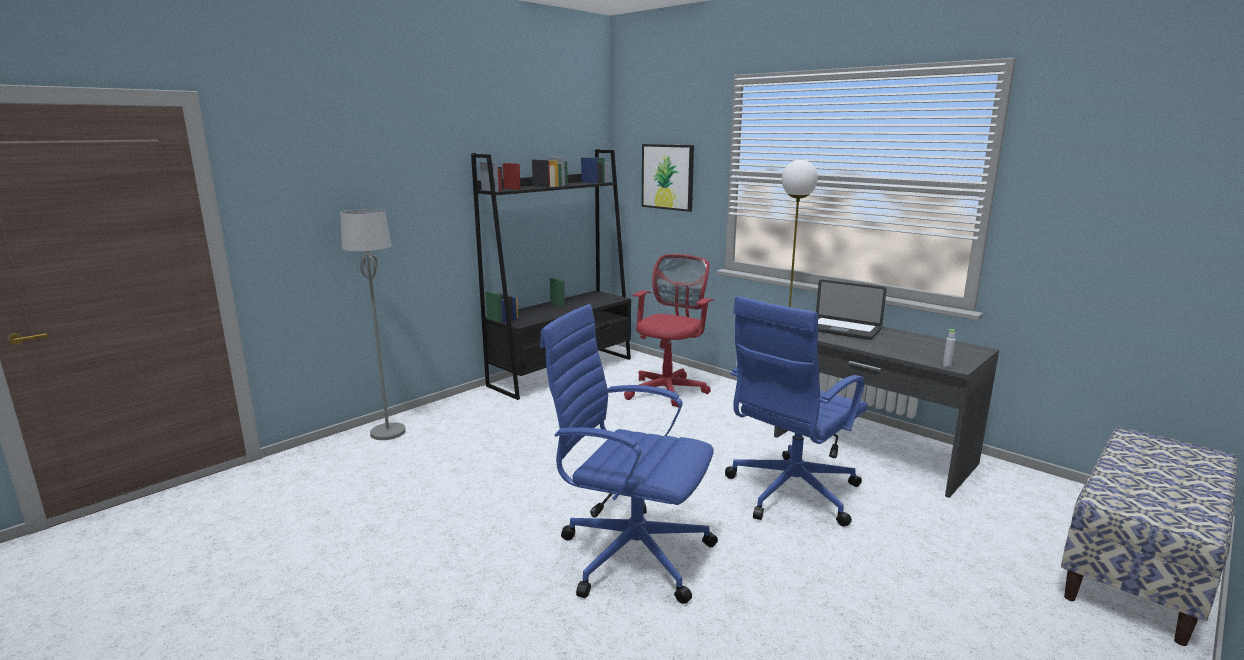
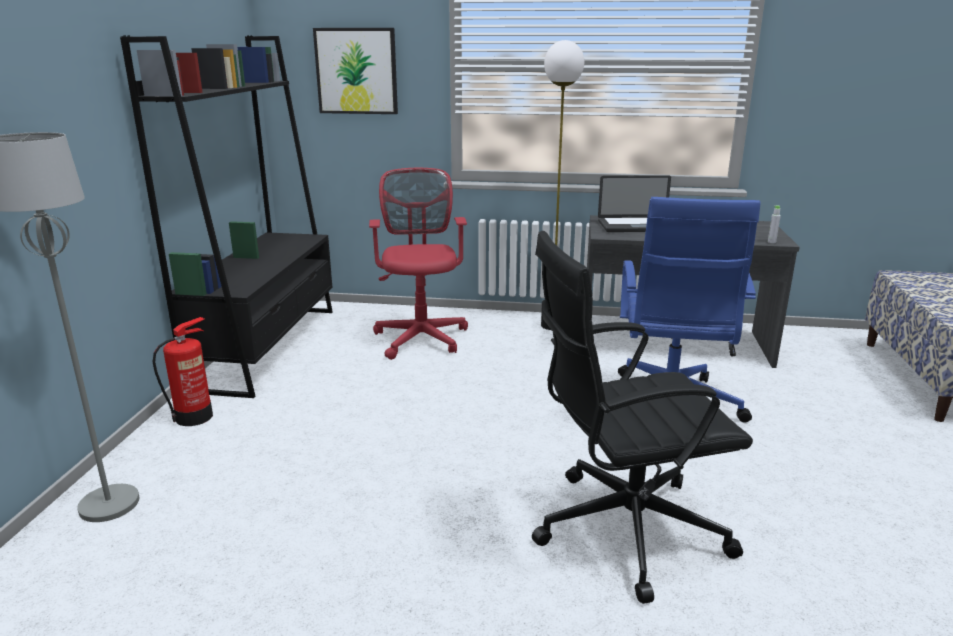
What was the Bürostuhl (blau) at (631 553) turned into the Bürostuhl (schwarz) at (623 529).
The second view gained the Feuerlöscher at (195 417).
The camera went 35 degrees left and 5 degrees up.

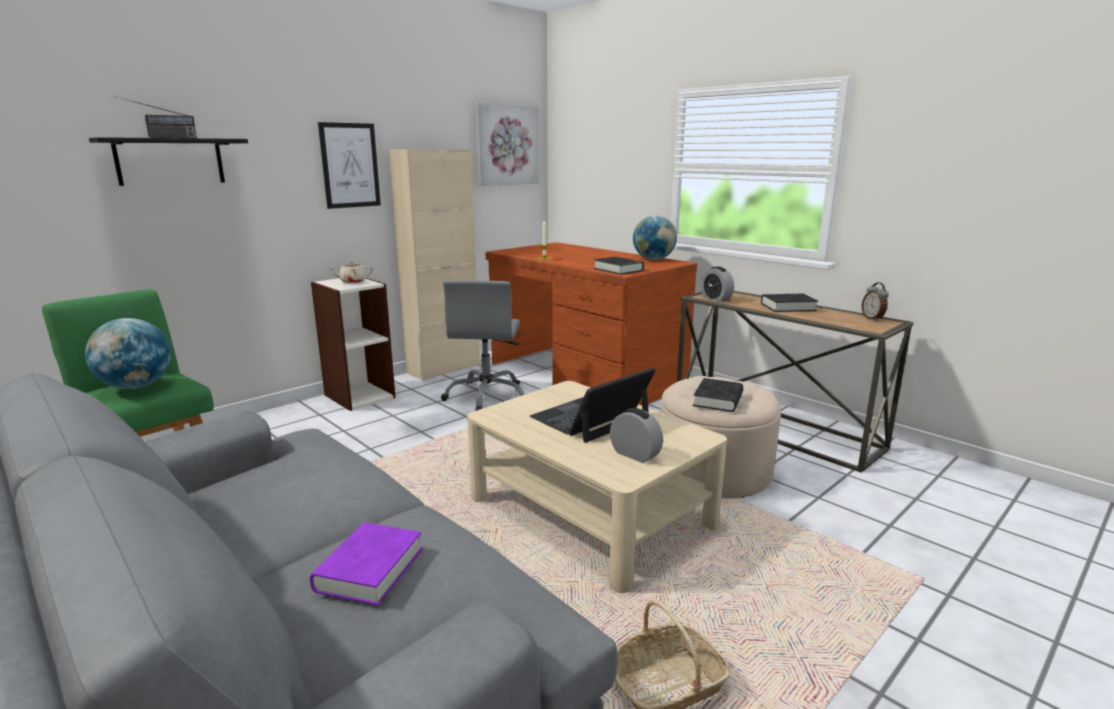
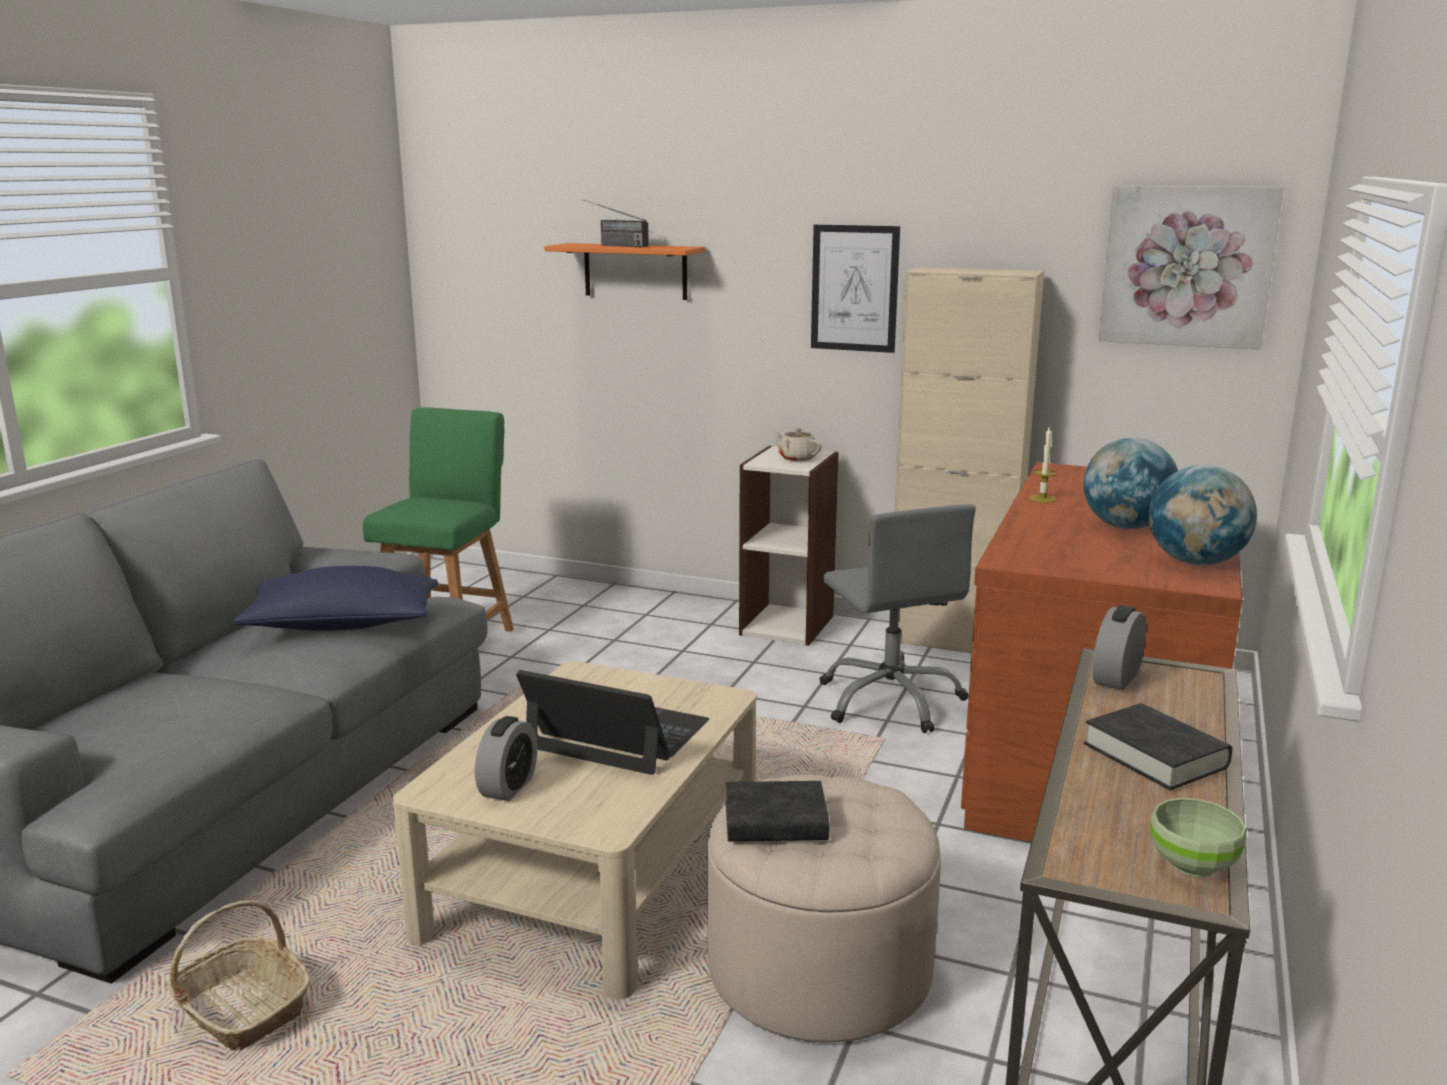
The Globus ended up elsewhere, having gone from (136 386) to (1126 527).
What was the Wandregal (schwarz) at (170 161) turned into the Wandregal (orange) at (635 271).
The second view lost the Buch (lila) at (369 569).
The Bürostuhl (grau) at (487 396) ended up facing another way, 90 degrees counterclockwise from before.
The second view lost the Buch (schwarz) at (618 269).
Where the Wecker stood at (873 318), the Schüssel (grün) came to stand at (1193 866).
The second view gained the Kissen (blau) at (342 626).
The camera went 65 degrees right and 0 degrees up.

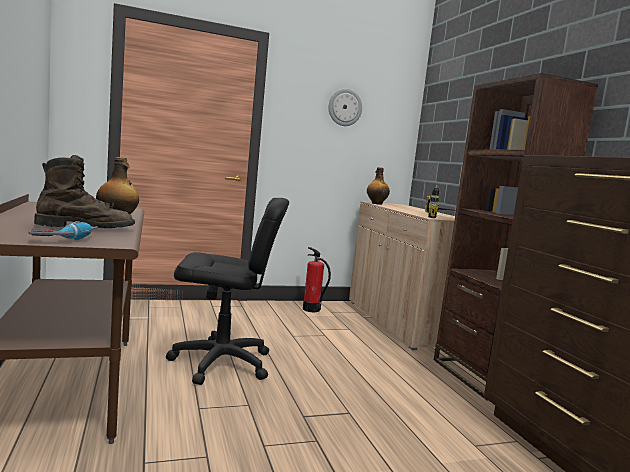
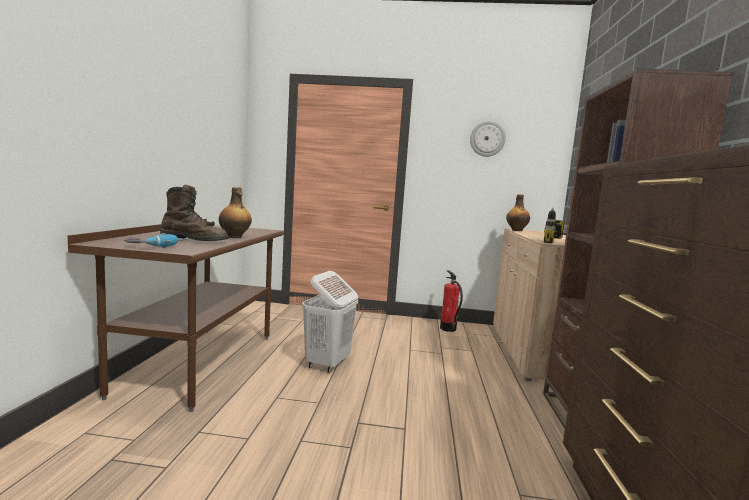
Where the Bürostuhl (schwarz) stood at (221 363), the Wäschekorb (weiß) came to stand at (327 364).
The camera went 25 degrees right and 0 degrees up.

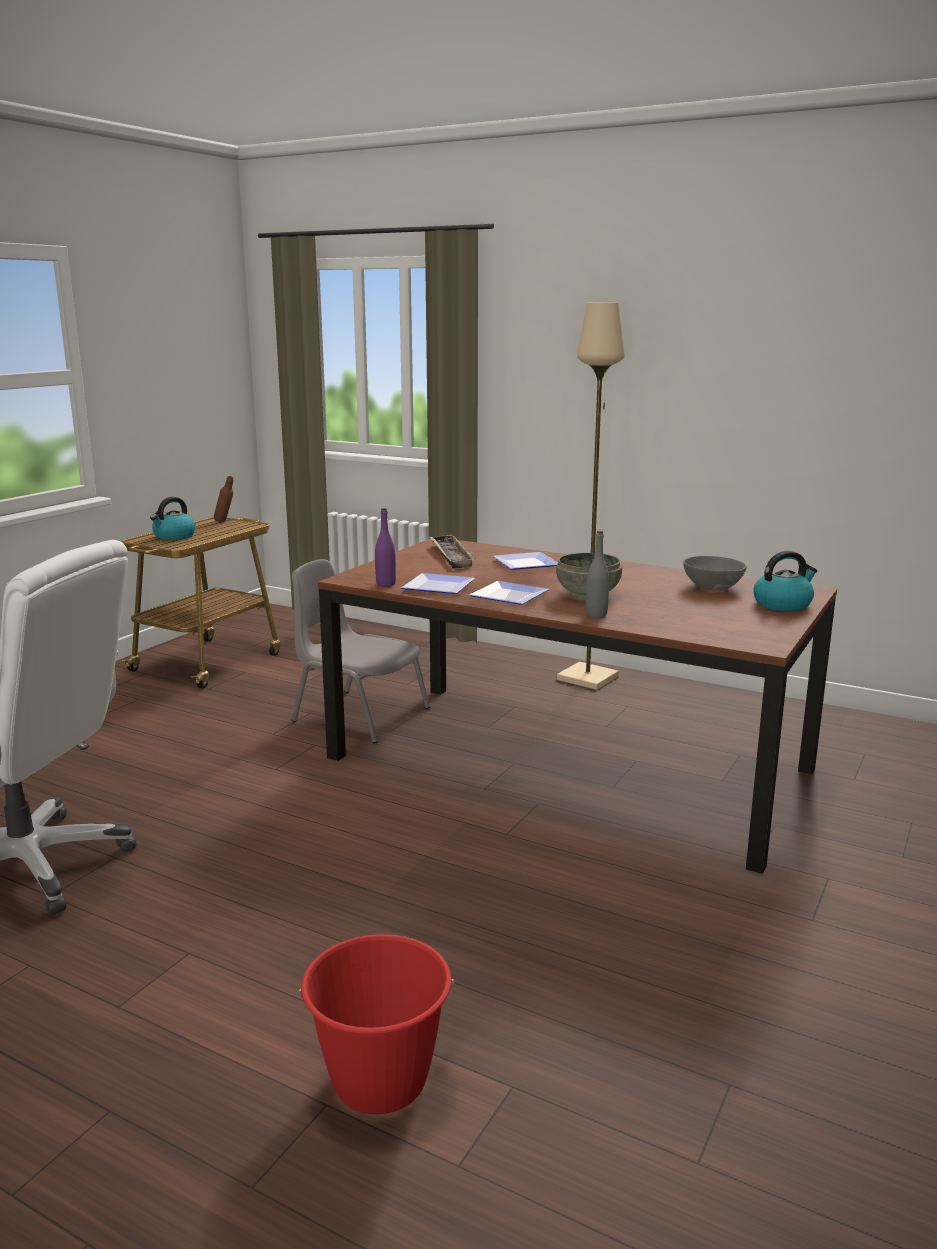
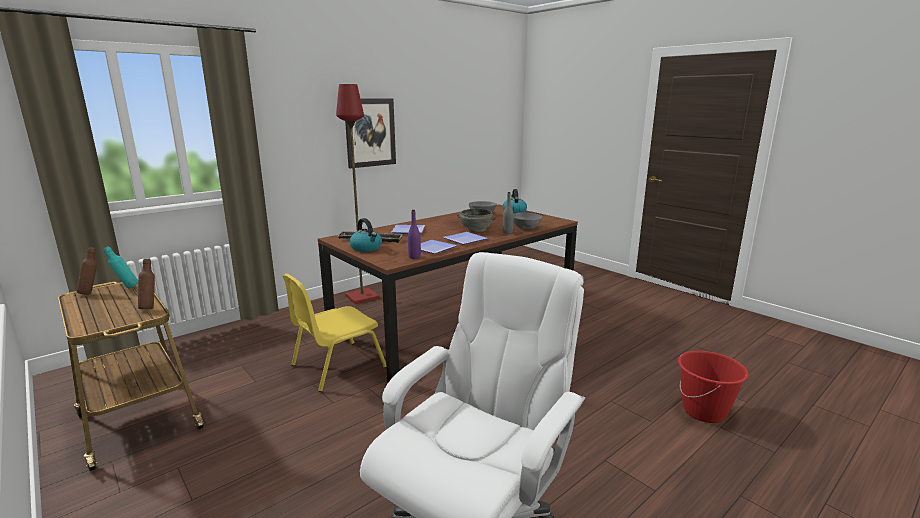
The Wasserkessel ended up elsewhere, having gone from (174 536) to (366 248).
What was the Stuhl (grau) at (359 714) turned into the Stuhl (gelb) at (336 366).
What was the Stehlampe (beige) at (589 678) turned into the Stehlampe (rot) at (362 297).
The second view gained the Flasche (türkis) at (126 288).
The second view gained the Flasche (braun) at (150 308).
The second view gained the Bild at (370 132).
The second view gained the Schüssel (grau) at (526 228).
The camera went 70 degrees left and 0 degrees up.

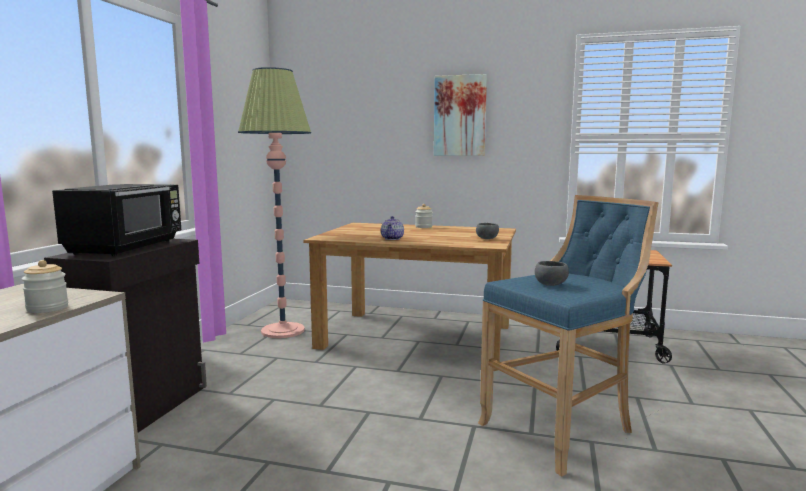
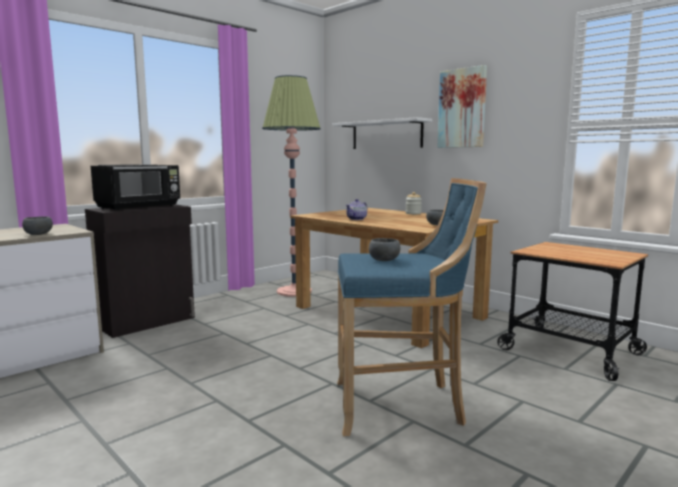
Where the Vorratsglas stood at (47 308), the Schüssel (grau) came to stand at (39 234).
The second view gained the Wandregal (weiß) at (386 135).
The camera went 30 degrees right and 0 degrees up.

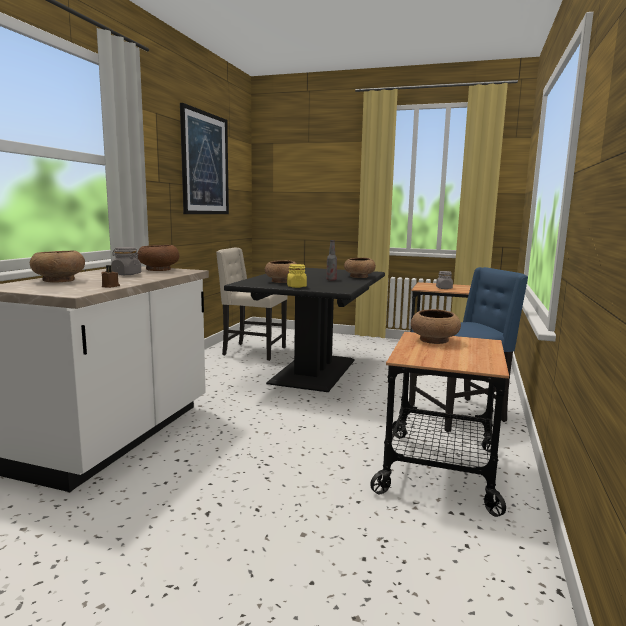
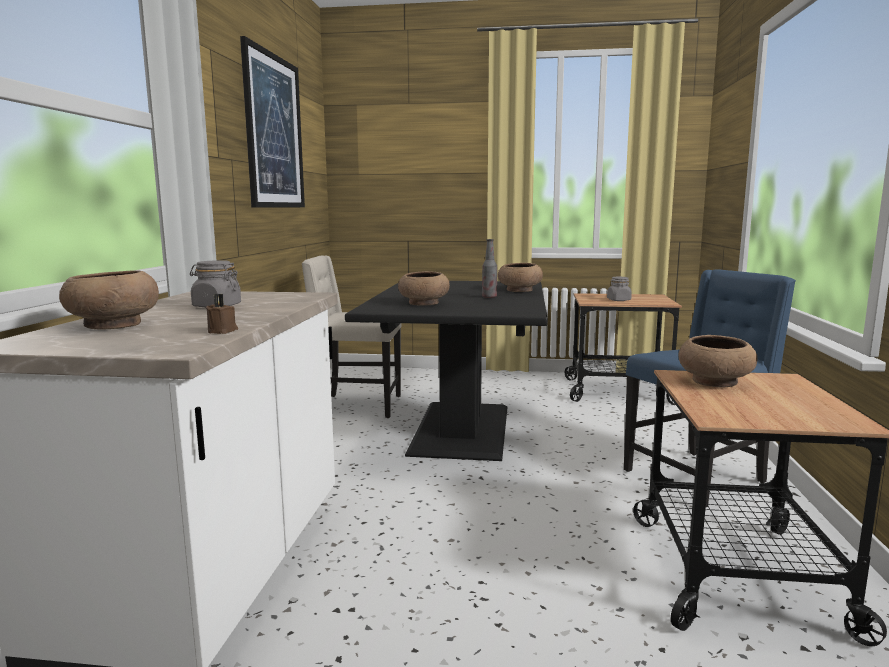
The second view lost the Schüssel (braun) at (158 269).
The second view lost the Vorratsglas (gelb) at (296 286).
The camera went 10 degrees left and 0 degrees up.

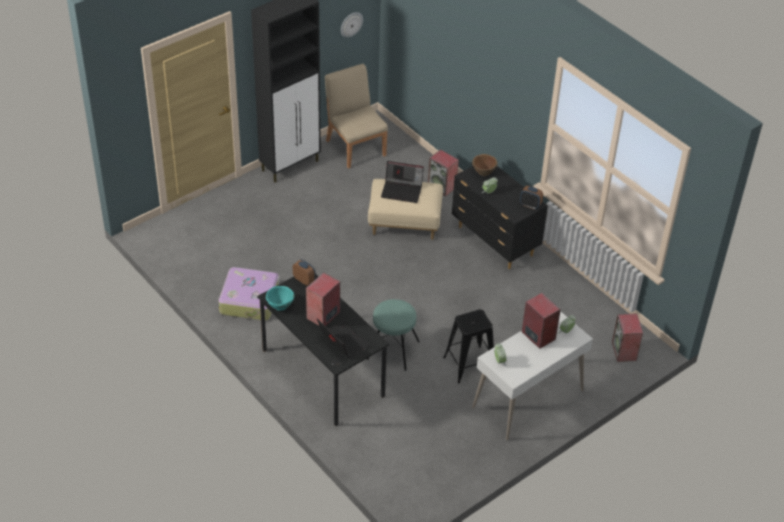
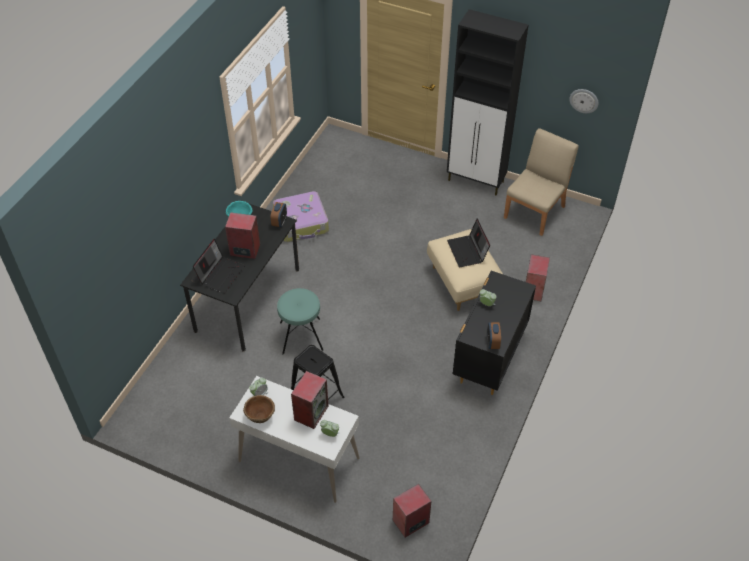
The Schüssel (braun) ended up elsewhere, having gone from (483 172) to (260 416).
The camera went 65 degrees right and 5 degrees up.

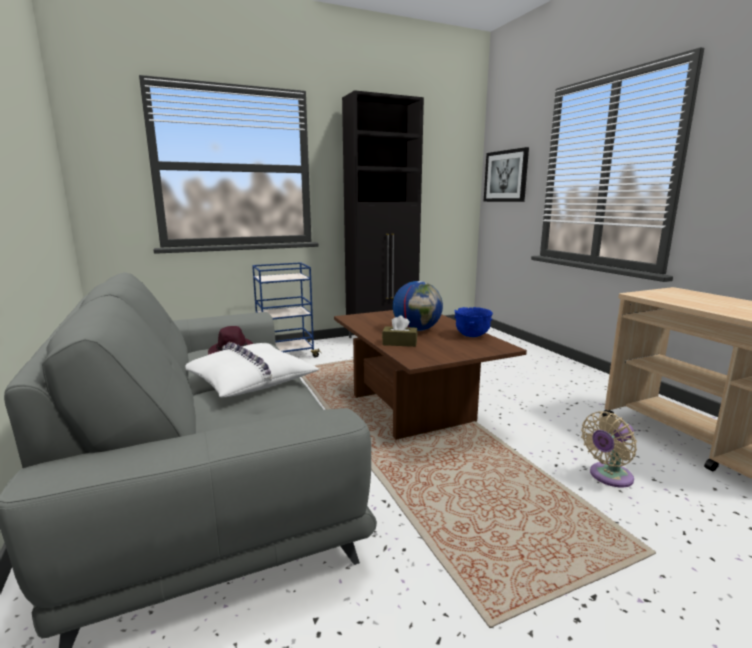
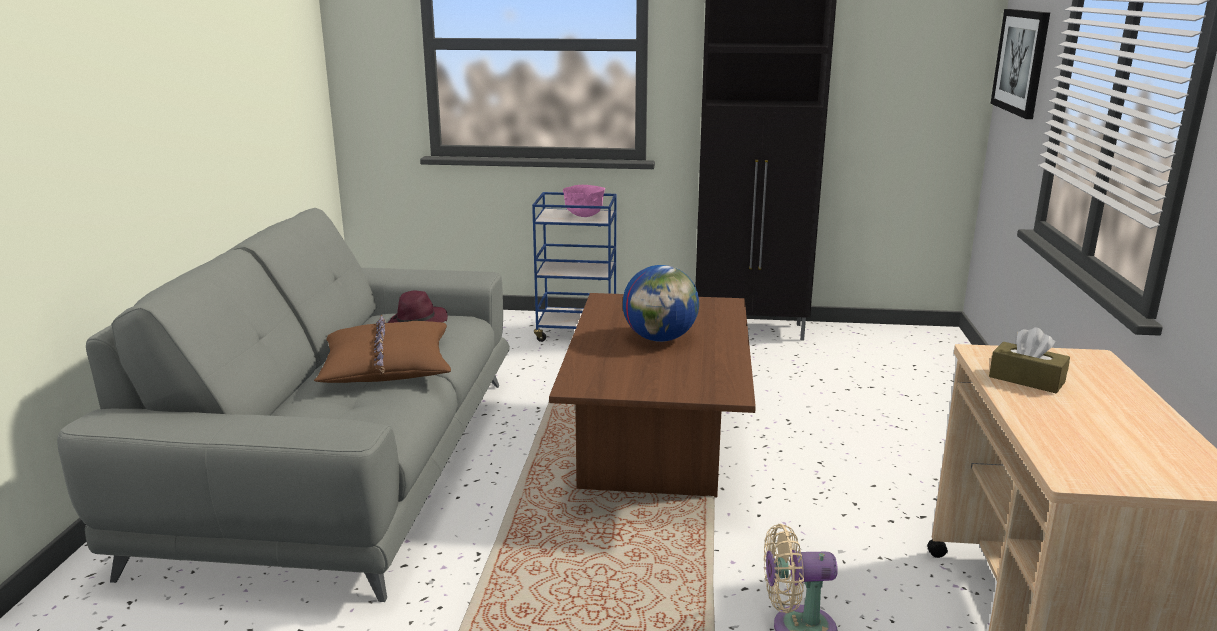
What was the Kissen (weiß) at (249 380) turned into the Kissen (braun) at (386 367).
The Taschentuchbox (braun) ended up elsewhere, having gone from (399 343) to (1026 379).
The second view lost the Schüssel (blau) at (472 336).
The second view gained the Schüssel (rosa) at (584 216).
The camera went 30 degrees right and 5 degrees up.

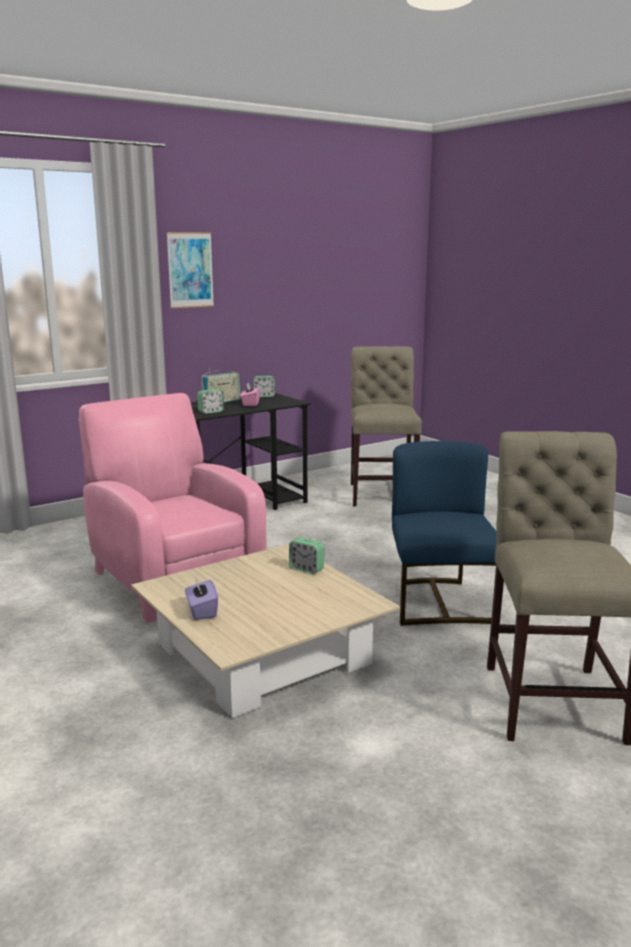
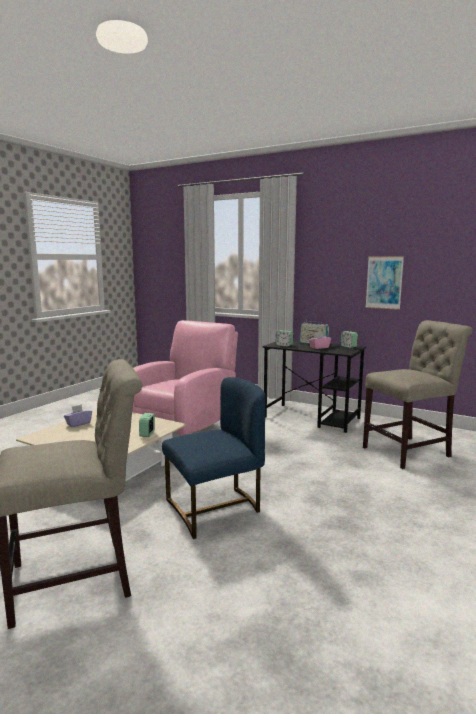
The Bild ended up elsewhere, having gone from (190 270) to (384 282).
The camera went 65 degrees right and 5 degrees down.

